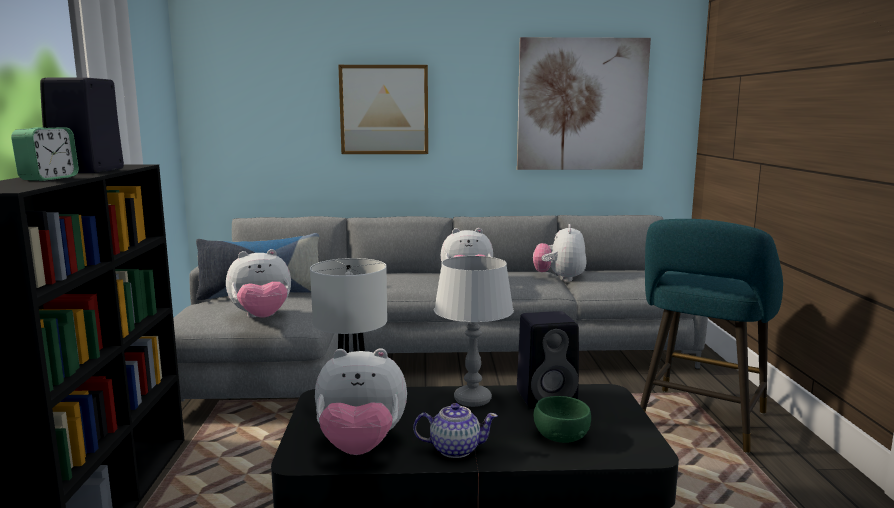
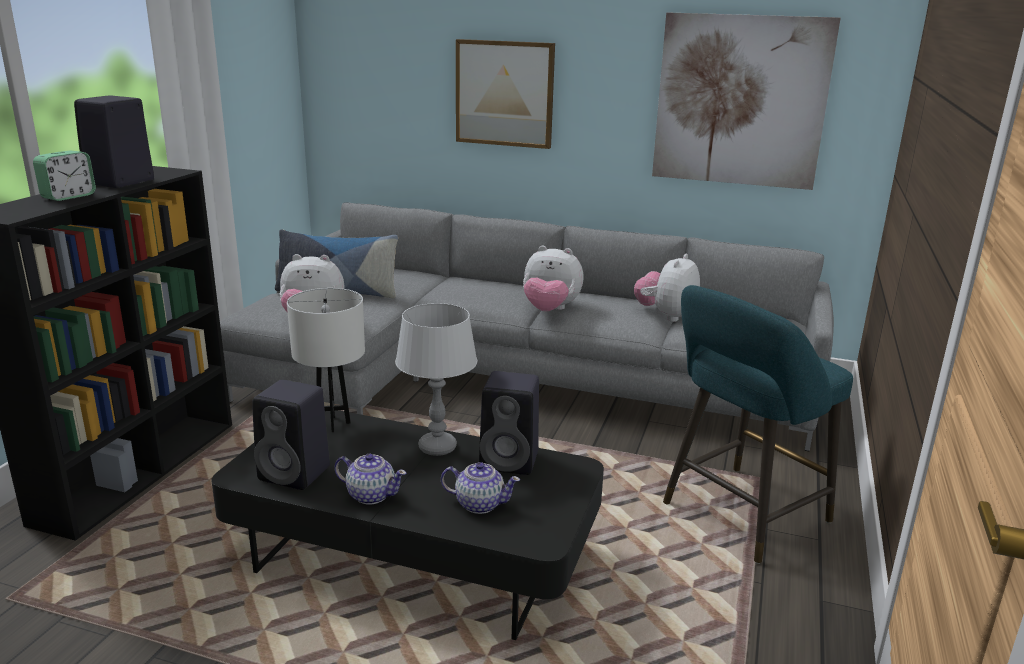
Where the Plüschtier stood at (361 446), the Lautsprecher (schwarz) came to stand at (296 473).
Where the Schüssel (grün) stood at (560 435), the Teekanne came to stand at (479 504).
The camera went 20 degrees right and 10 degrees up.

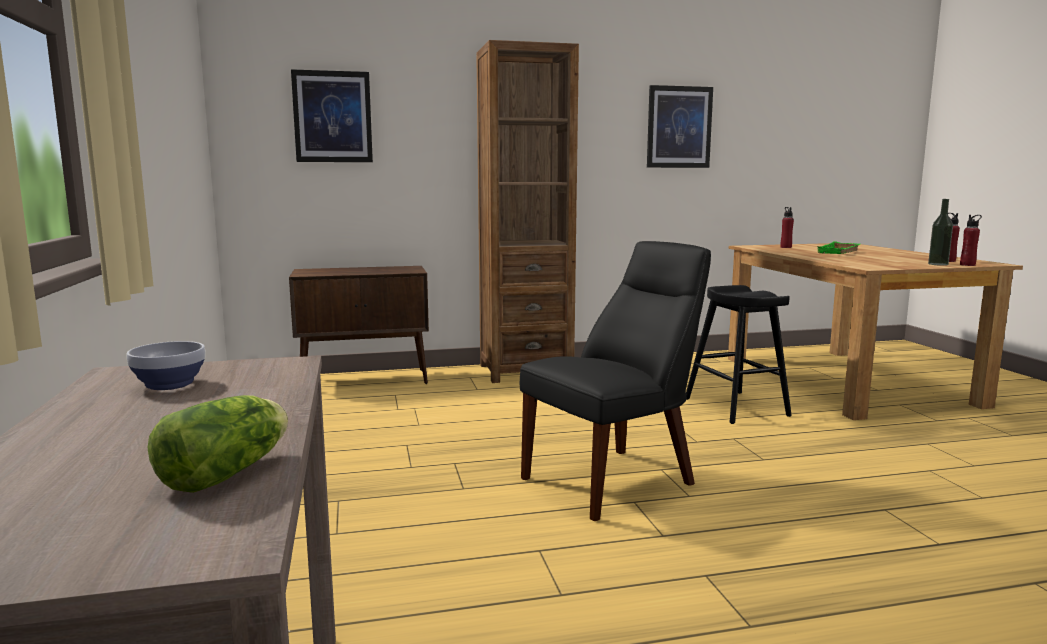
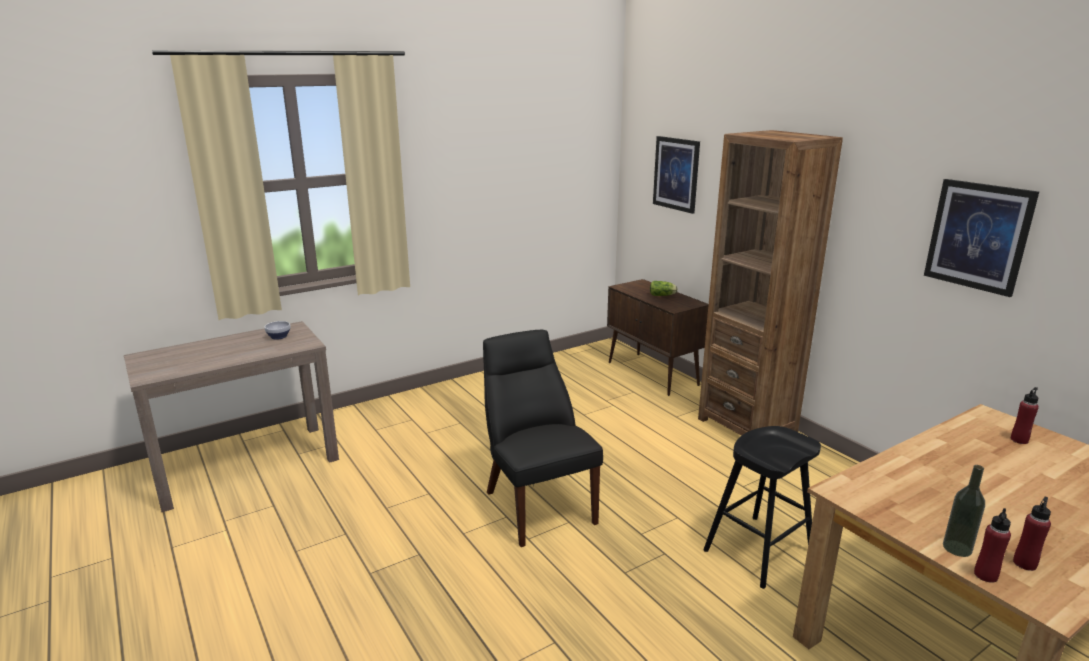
The Salatkopf ended up elsewhere, having gone from (231 472) to (663 295).
The Stuhl (schwarz) at (615 480) ended up facing another way, 150 degrees counterclockwise from before.
The second view lost the Tablett (grün) at (839 252).
The camera went 70 degrees right and 10 degrees up.

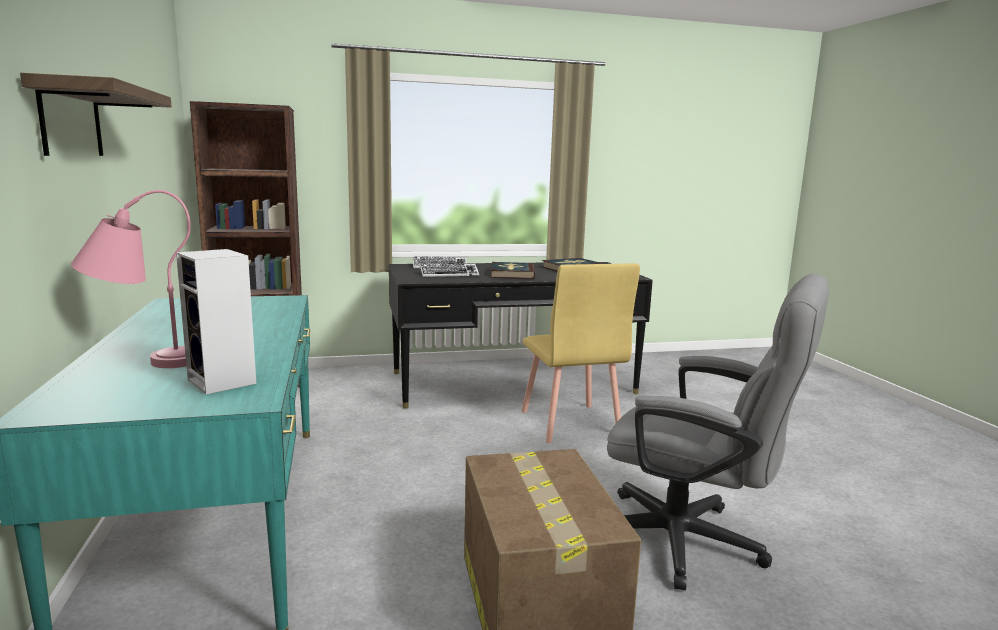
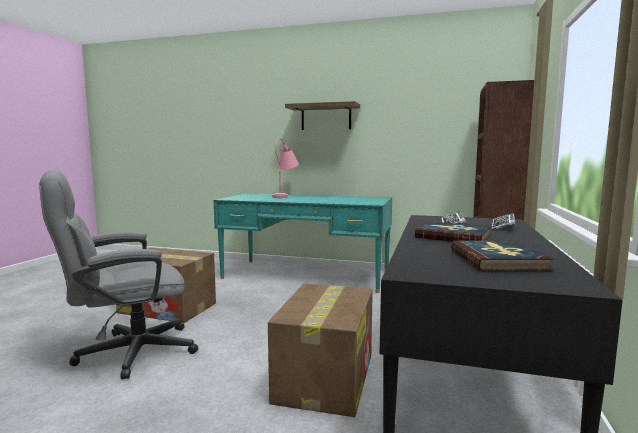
The second view lost the Lautsprecher at (224 382).
Where the Stuhl (gelb) stood at (569 423), the Karton came to stand at (325 376).
The camera went 120 degrees right and 5 degrees down.

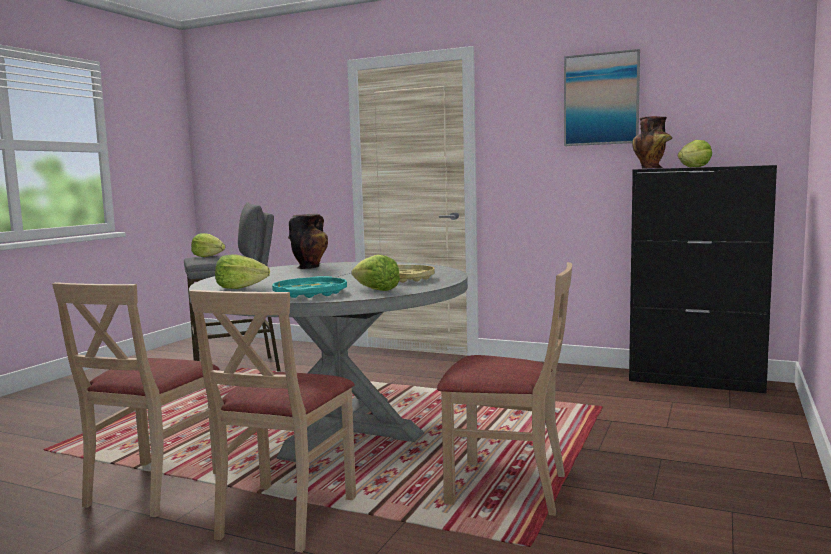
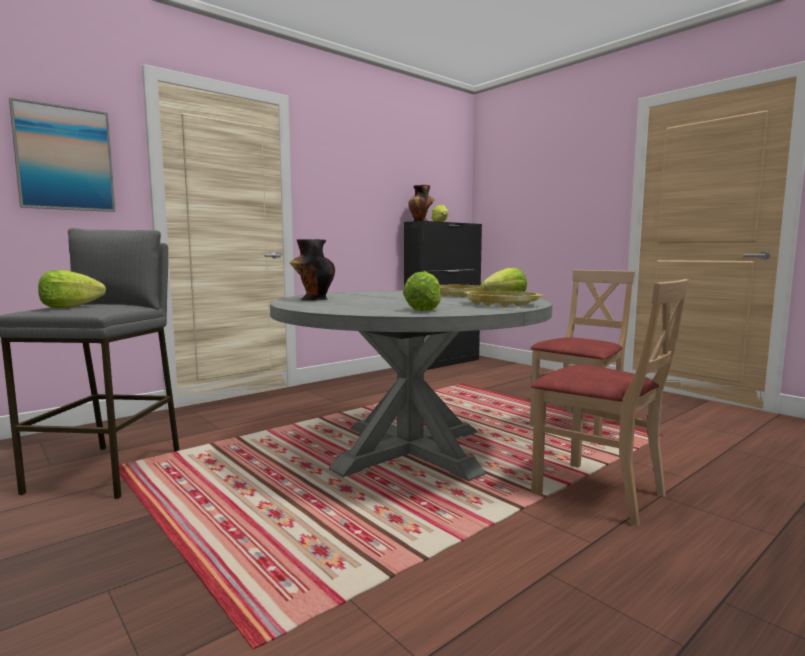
The second view lost the Stuhl (beige) at (153 488).
What was the Tablett (türkis) at (310 293) turned into the Tablett (gelb) at (501 304).
The Bild ended up elsewhere, having gone from (601 99) to (64 159).
The camera went 65 degrees left and 0 degrees up.

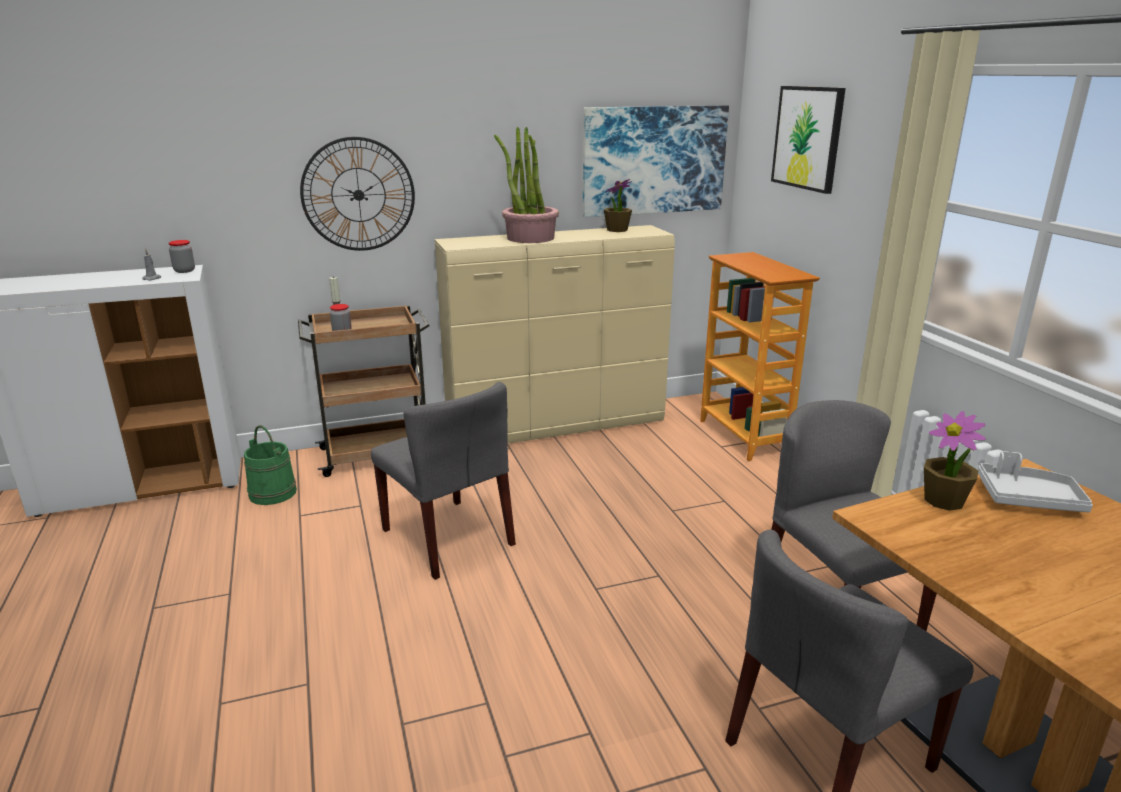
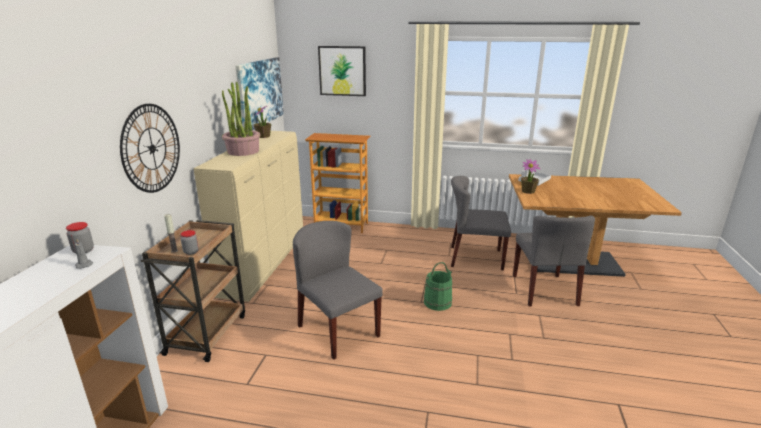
The Eimer (grün) ended up elsewhere, having gone from (273 493) to (437 302).
The Stuhl (grau) at (448 537) ended up facing another way, 120 degrees counterclockwise from before.
The camera went 60 degrees left and 0 degrees up.

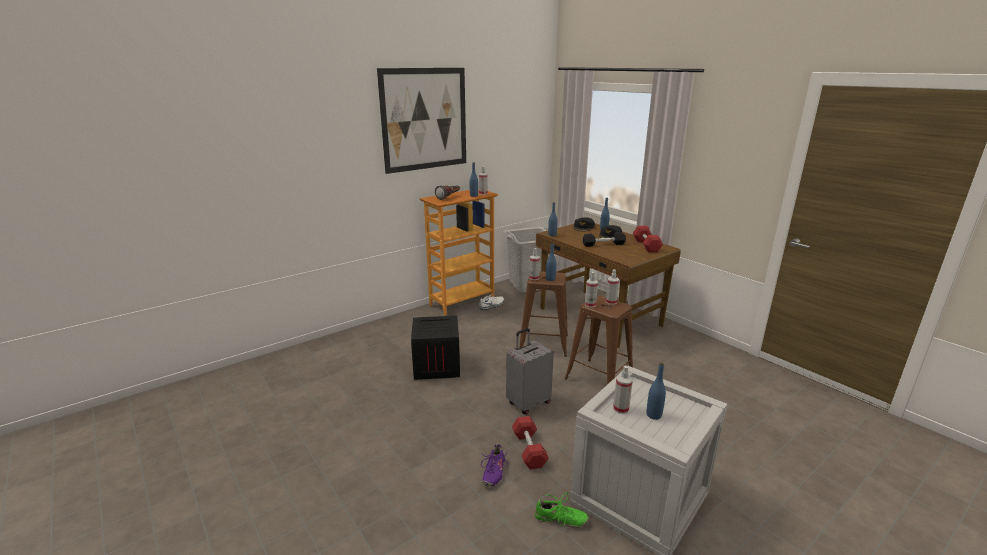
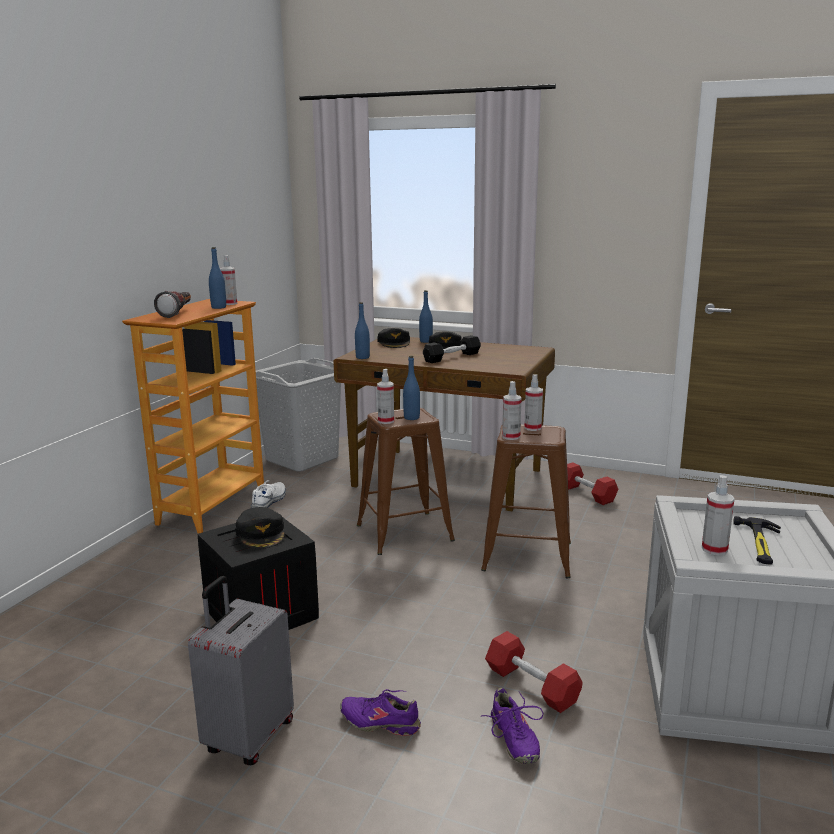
The second view lost the Bild at (425 119).
The Koffer (grau) ended up elsewhere, having gone from (528 403) to (248 737).
The second view lost the Schuh (grün) at (560 519).
The Hantel (rot) ended up elsewhere, having gone from (646 245) to (586 494).
Where the Flasche (blau) stood at (654 415), the Hammer came to stand at (759 544).
The second view gained the Kappe (schwarz) at (261 534).
The second view gained the Schuh (lila) at (380 722).
The camera went 30 degrees left and 5 degrees down.

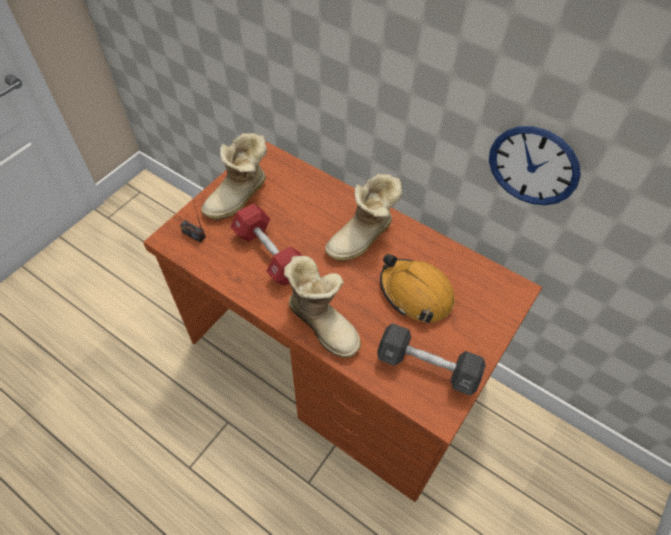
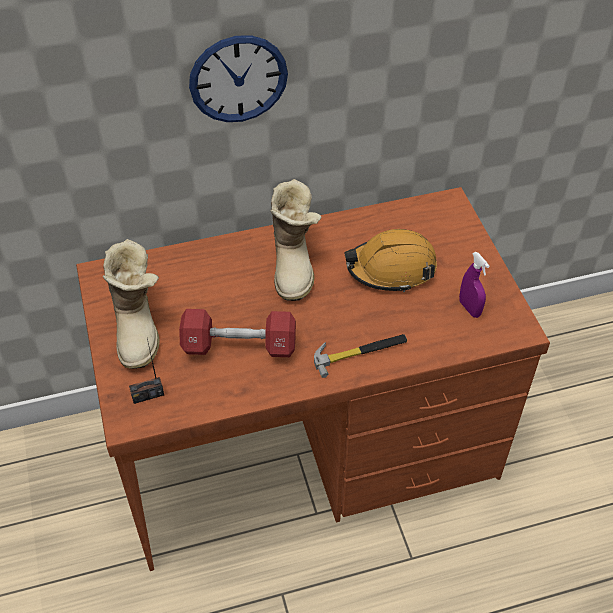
Where the Stiefel stood at (323 322), the Hammer came to stand at (360 352).
Where the Hantel (schwarz) stood at (427 366), the Sprühflasche (lila) came to stand at (469 308).
The Wanduhr ended up elsewhere, having gone from (533 166) to (238 79).
The camera went 50 degrees left and 5 degrees down.

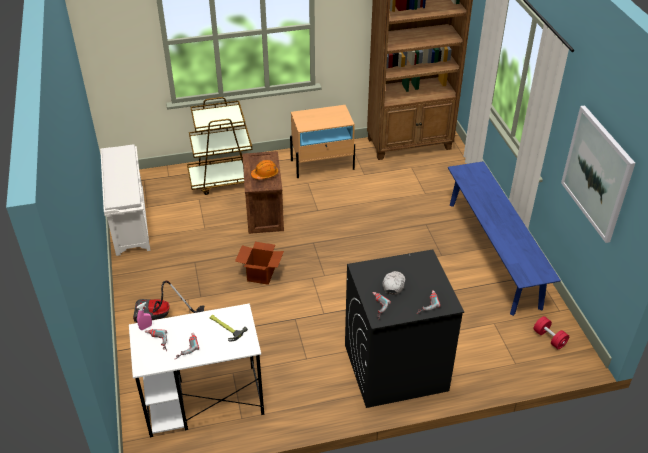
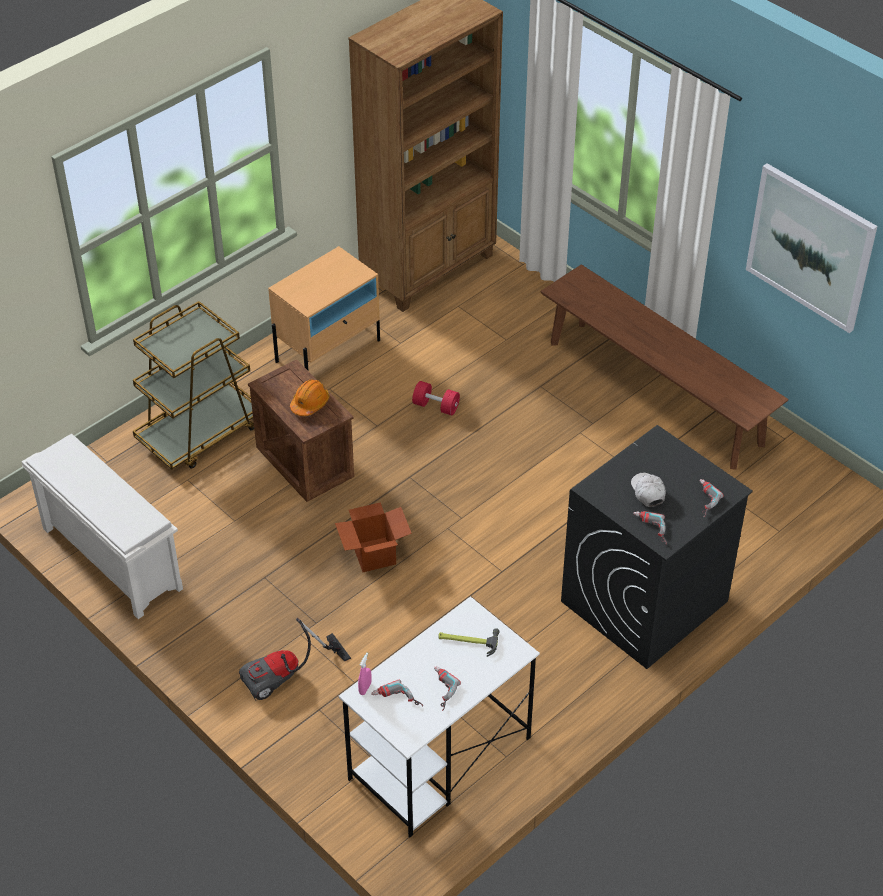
What was the Bank (blau) at (493 253) turned into the Bank (braun) at (654 393).
The Hantel (rot) ended up elsewhere, having gone from (549 338) to (436 406).
The camera went 30 degrees left and 5 degrees up.

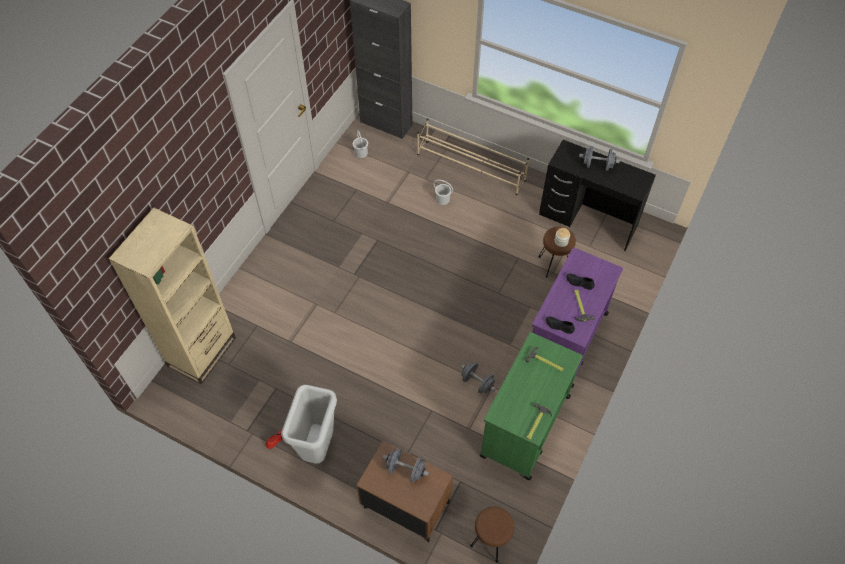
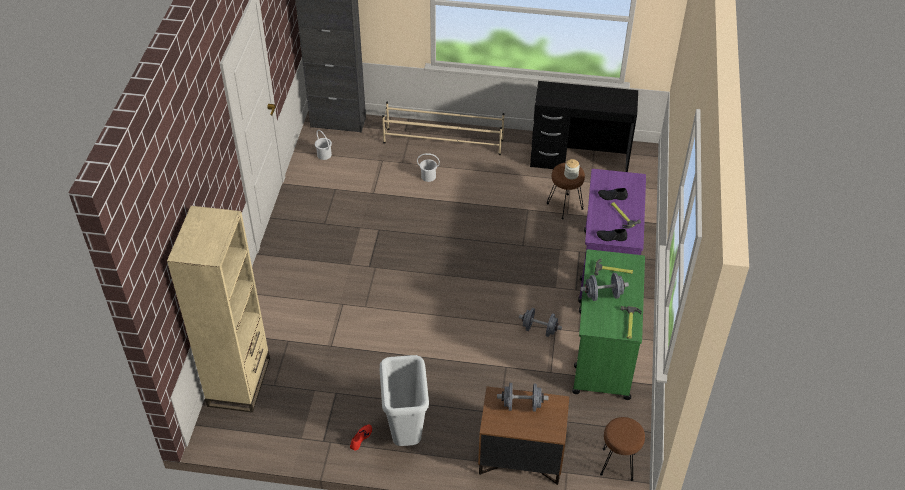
The Hantel (grau) ended up elsewhere, having gone from (597 165) to (603 295).
The camera went 20 degrees left and 10 degrees down.

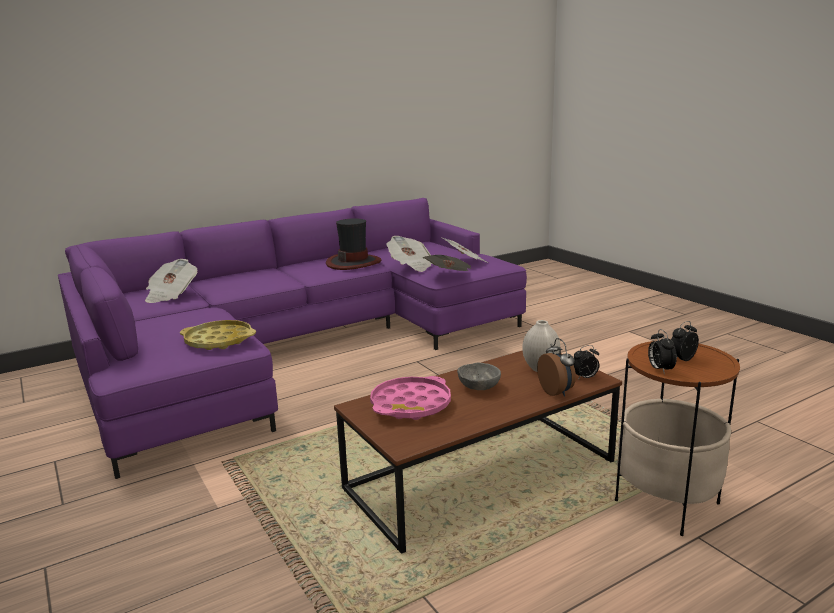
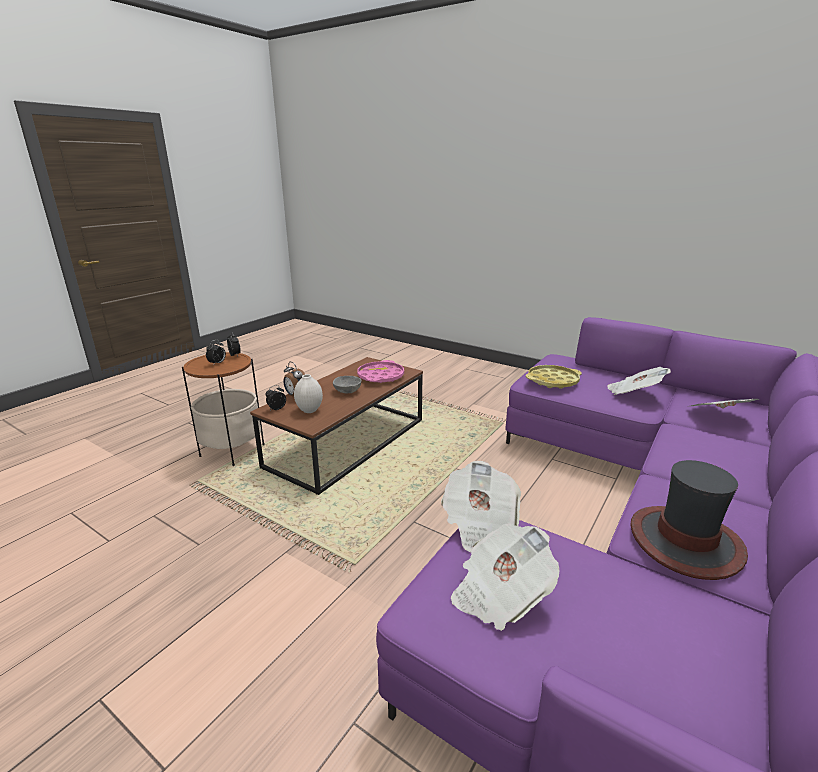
The Zeitung ended up elsewhere, having gone from (411 266) to (633 393).
The camera went 155 degrees right and 5 degrees up.

